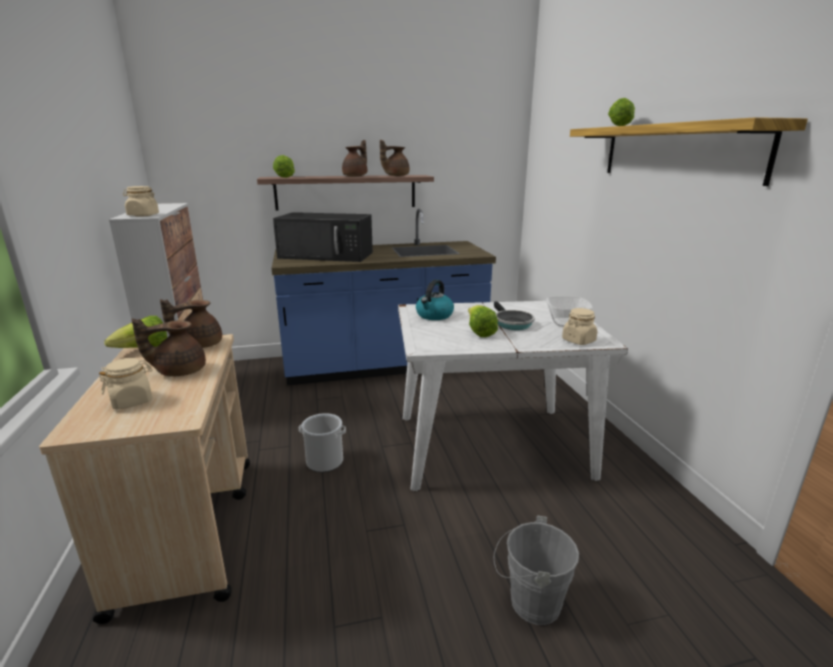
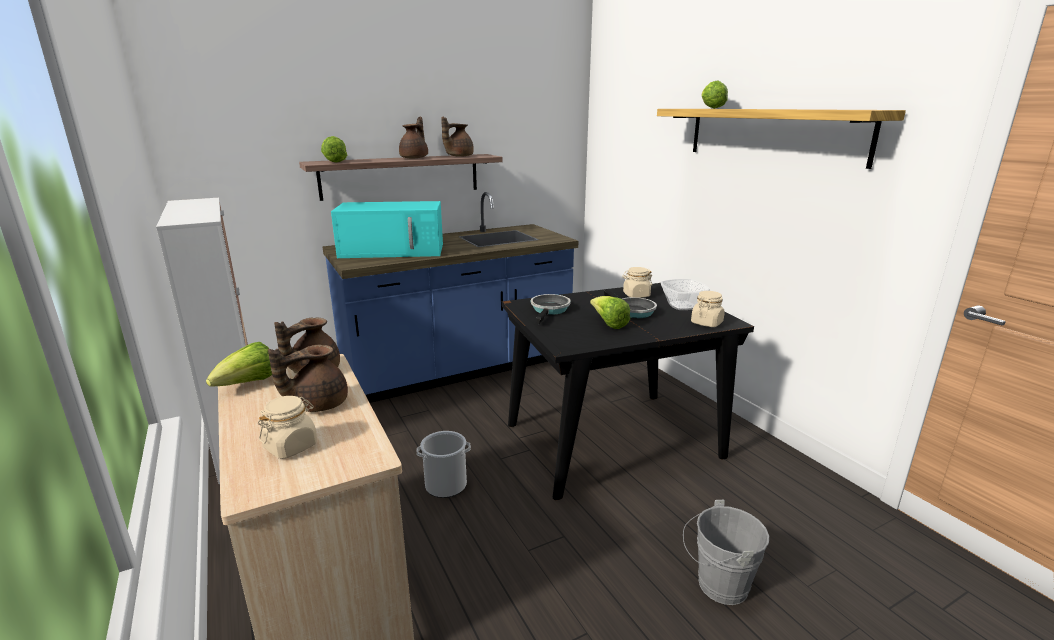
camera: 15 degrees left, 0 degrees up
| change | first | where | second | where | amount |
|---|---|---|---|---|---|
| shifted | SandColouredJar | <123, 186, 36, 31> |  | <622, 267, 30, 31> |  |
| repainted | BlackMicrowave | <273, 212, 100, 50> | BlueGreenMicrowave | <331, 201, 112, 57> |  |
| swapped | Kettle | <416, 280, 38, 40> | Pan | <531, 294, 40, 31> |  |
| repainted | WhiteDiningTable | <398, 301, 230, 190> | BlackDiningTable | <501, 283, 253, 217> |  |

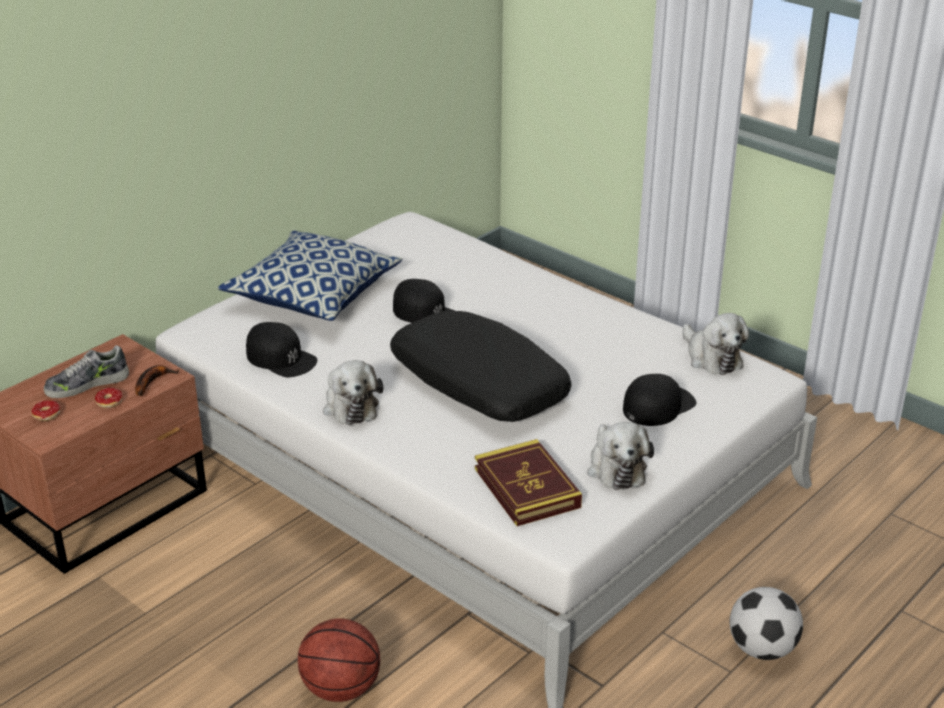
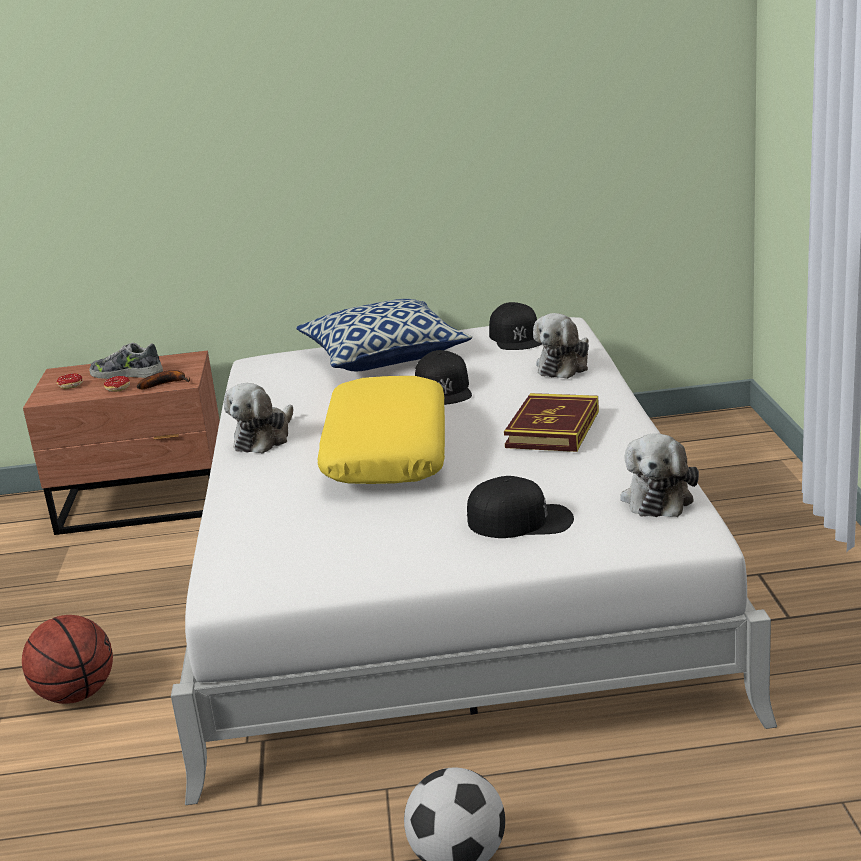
camera: 45 degrees right, 10 degrees down
| change | first | where | second | where | amount |
|---|---|---|---|---|---|
| repainted | BlackCushion | <390, 311, 181, 111> | YellowCushion | <317, 376, 128, 108> |  |
| shifted | BlackPeakedCap | <246, 322, 71, 55> |  | <489, 302, 53, 48> |  |
| shifted | SoftToy | <587, 422, 67, 68> |  | <533, 313, 56, 66> |  |
| shifted | BoundBook | <475, 439, 107, 87> |  | <504, 393, 95, 59> |  |

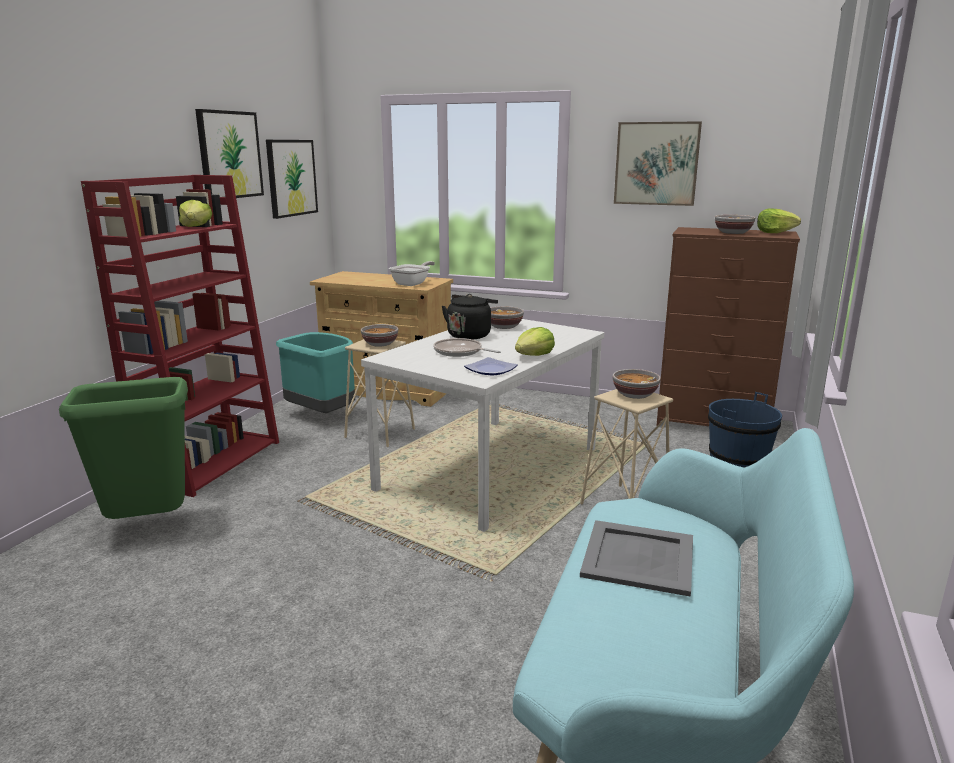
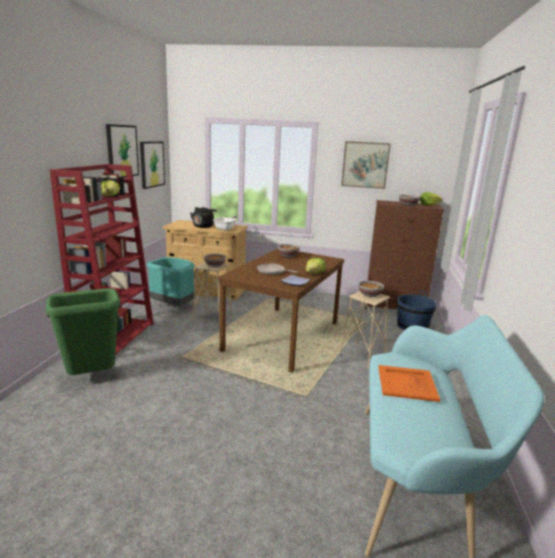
camera: 10 degrees left, 0 degrees up
| change | first | where | second | where | amount |
|---|---|---|---|---|---|
| shifted | BlackKettle | <442, 294, 56, 46> |  | <190, 207, 27, 21> |  |
| repainted | WhiteDiningTable | <361, 319, 243, 213> | BrownColouredDiningTable | <218, 249, 126, 124> |  |
| repainted | GreyishCarryingTray | <580, 520, 113, 77> | OrangeyCarryingTray | <378, 365, 62, 37> |  |

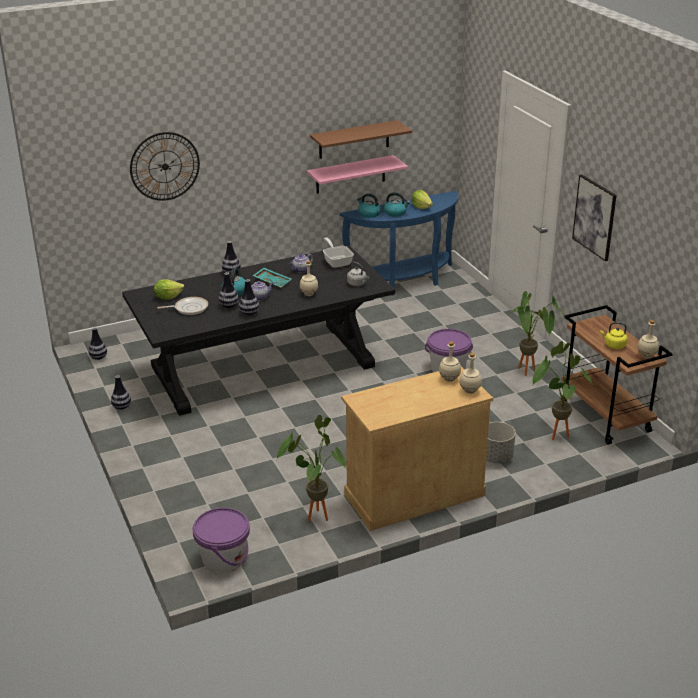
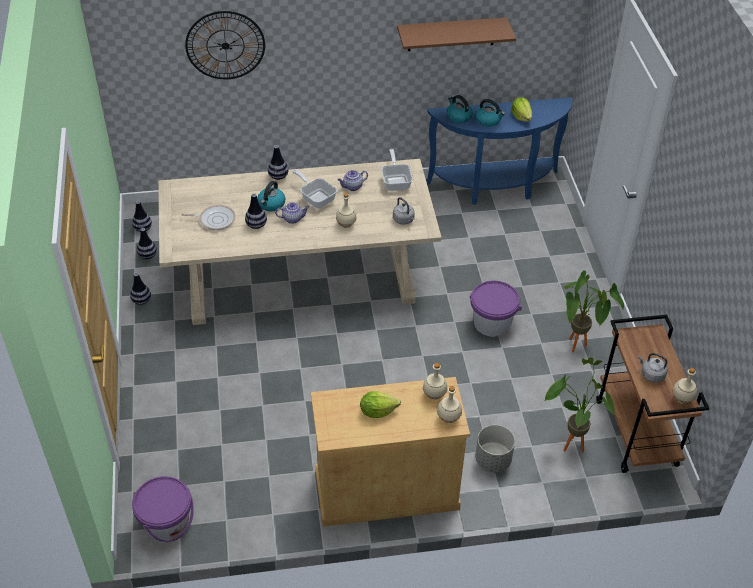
camera: 15 degrees right, 15 degrees up
| change | first | where | second | where | amount |
|---|---|---|---|---|---|
| gone | PinkColouredWallShelf | <307, 155, 101, 39> |  |  |  |
| gone | WallPicture | <572, 175, 45, 86> |  |  |  |
| repainted | BlackDiningTable | <122, 245, 273, 171> | SandColouredDiningTable | <158, 159, 284, 166> |  |
| swapped | BlueGreenCarryingTray | <253, 268, 38, 19> | Pan | <292, 170, 45, 38> |  |
| shifted | HeadOfLettuce | <154, 279, 30, 21> |  | <360, 391, 41, 27> |  |
| shifted | FlowerVase | <239, 279, 20, 37> |  | <137, 228, 20, 31> |  |
| repainted | YellowKettle | <600, 322, 28, 27> | GreyishKettle | <638, 353, 30, 30> |  |
| gone | Houseplant | <277, 415, 69, 107> |  |  |  |

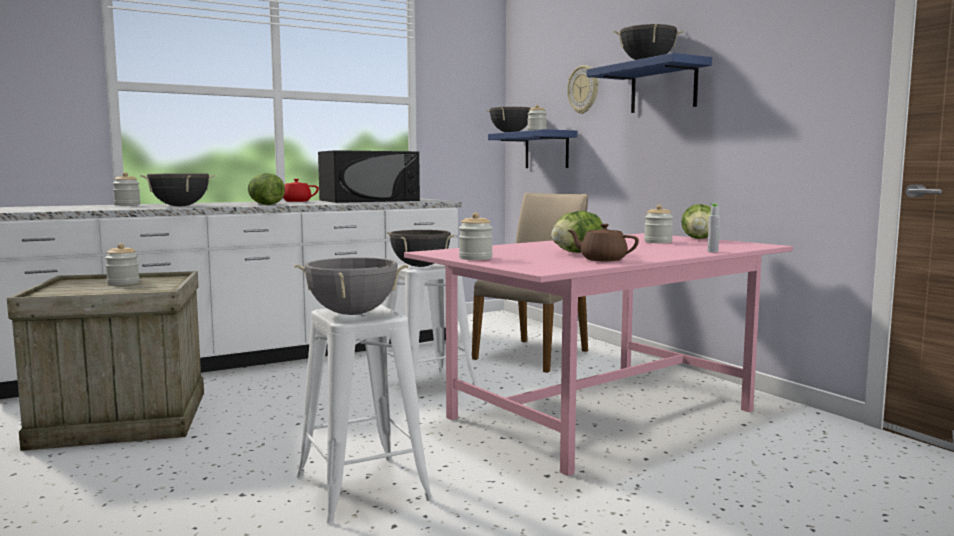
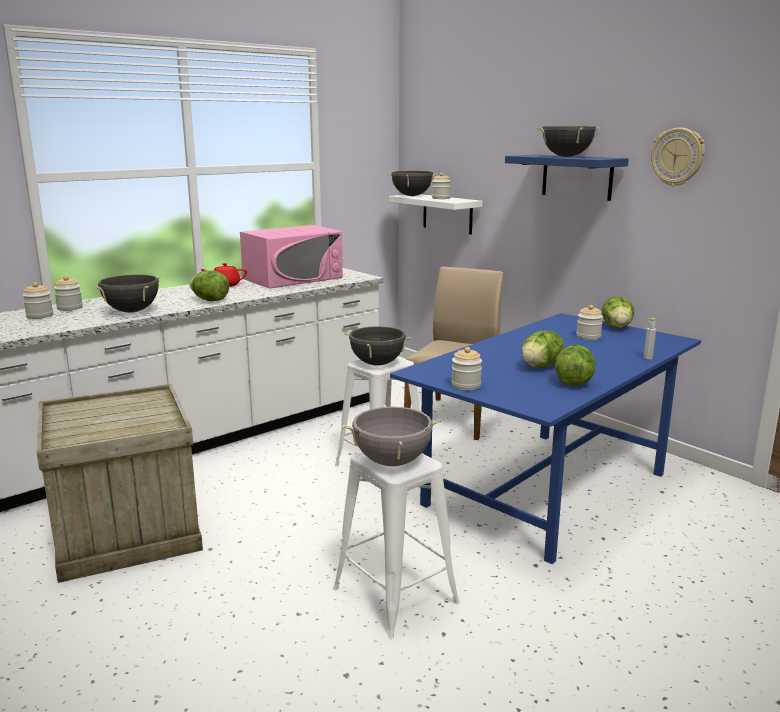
camera: 10 degrees left, 10 degrees up
| change | first | where | second | where | amount |
|---|---|---|---|---|---|
| shifted | HangingClock | <567, 65, 31, 49> |  | <651, 128, 54, 58> |  |
| repainted | BlueWallShelf | <488, 129, 89, 39> | WhiteWallShelf | <389, 194, 93, 41> |  |
| repainted | BlackMicrowave | <318, 150, 102, 53> | PinkColouredMicrowave | <240, 225, 103, 63> |  |
| swapped | BrownColouredTeaPot | <567, 224, 72, 37> | HeadOfLettuce | <555, 345, 40, 41> |  |
| repainted | PinkColouredDiningTable | <404, 233, 389, 243> | BlueDiningTable | <390, 313, 311, 251> |  |
| shifted | Jar | <105, 243, 34, 42> |  | <23, 282, 30, 37> |  |

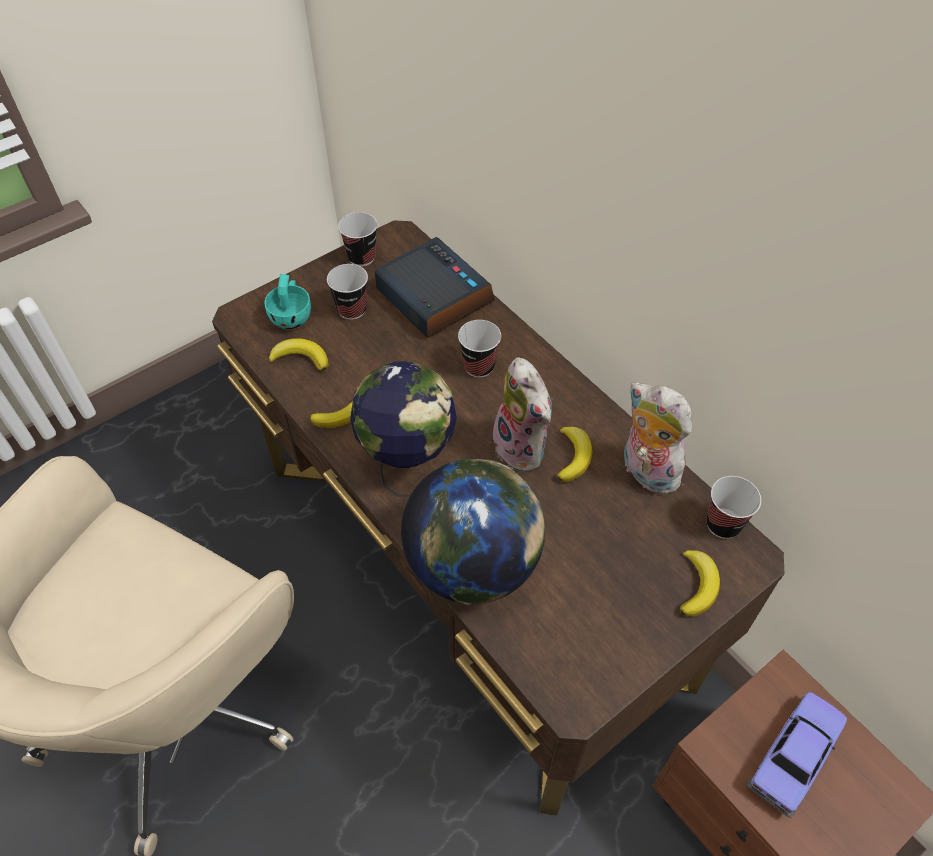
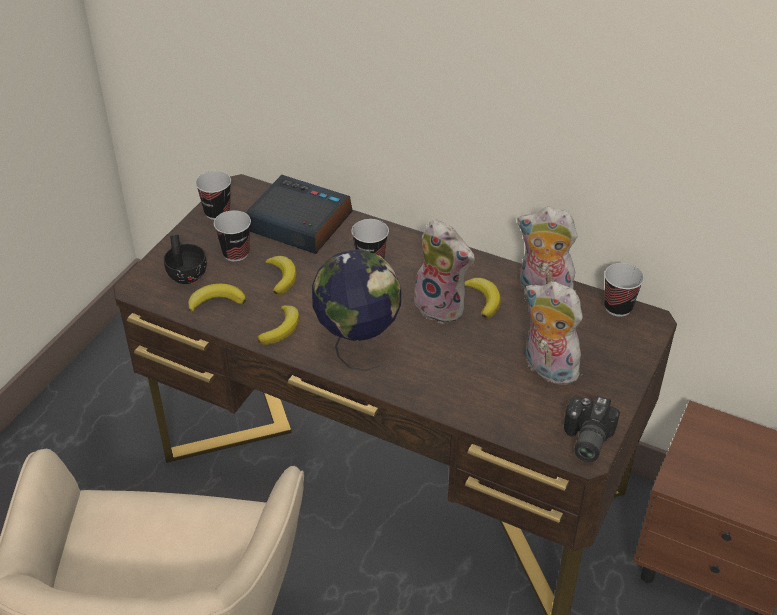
camera: 25 degrees left, 10 degrees down
| change | first | where | second | where | amount |
|---|---|---|---|---|---|
| repainted | BlueGreenCup | <264, 274, 47, 56> | BlackCup | <164, 235, 43, 49> |  |
| gone | Globe | <401, 459, 144, 146> |  |  |  |
| shifted | BananaFruit | <680, 550, 40, 67> |  | <265, 256, 32, 39> |  |
| gone | ToyCar | <747, 692, 100, 126> |  |  |  |
| new |  |  | SoftToy | <524, 281, 61, 104> |  |
| new |  |  | StillCamera | <564, 396, 56, 66> |  |

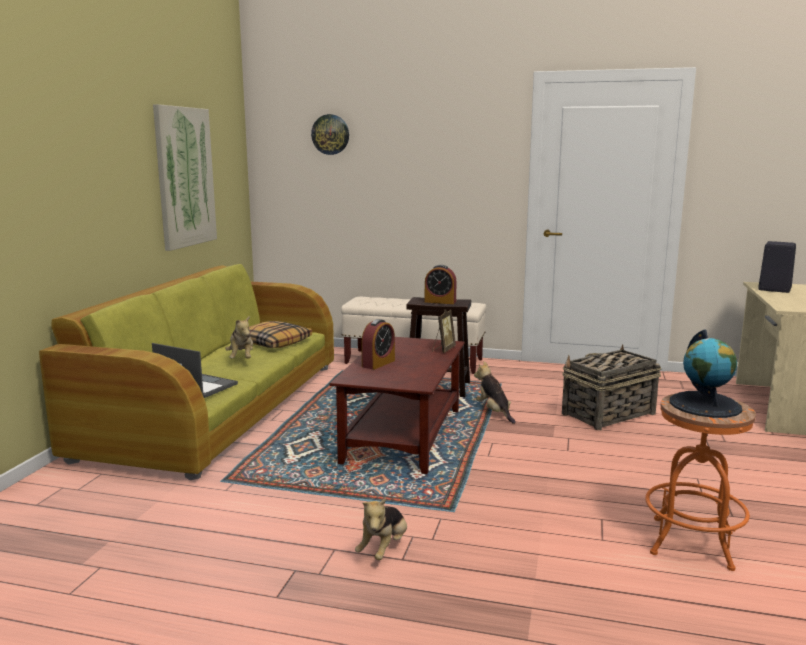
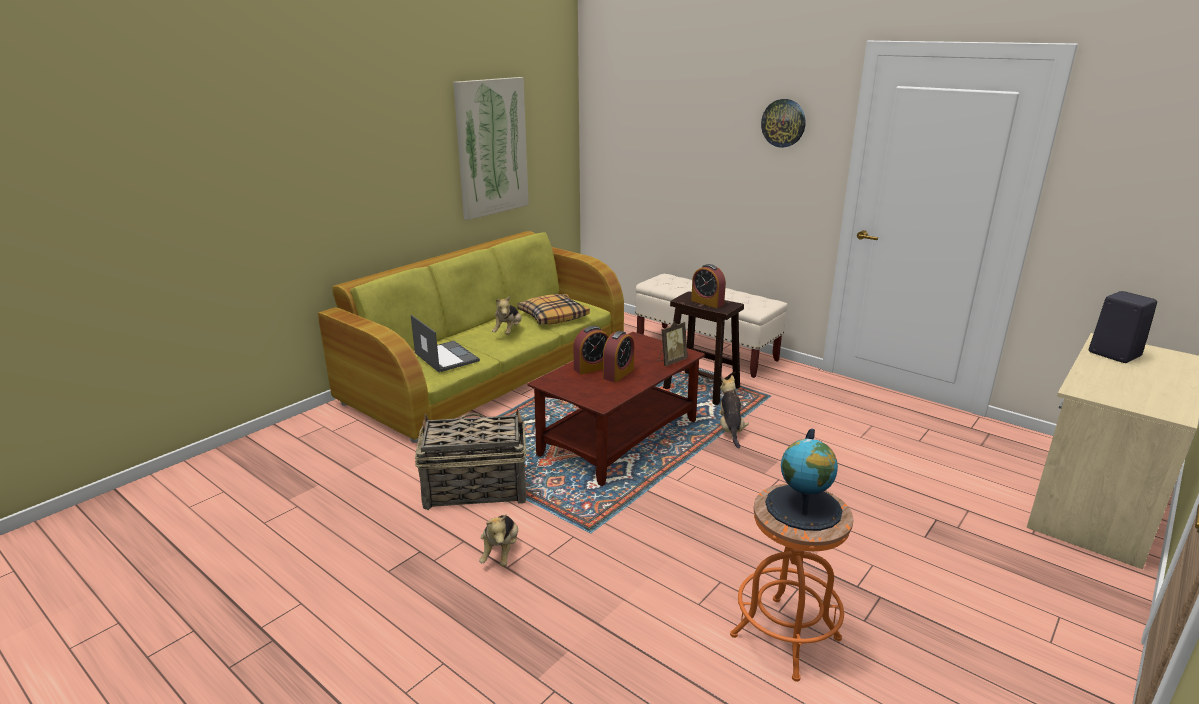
camera: 25 degrees right, 10 degrees up
| change | first | where | second | where | amount |
|---|---|---|---|---|---|
| shifted | HangingClock | <311, 114, 38, 41> |  | <761, 99, 45, 49> |  |
| shifted | StorageBasket | <562, 344, 99, 86> |  | <415, 409, 111, 101> |  |
| rotated | SoftToy | <355, 498, 52, 62> |  | <479, 514, 39, 53> | 45 degrees counterclockwise |
| new |  |  | BedsideClock | <603, 331, 31, 51> |  |

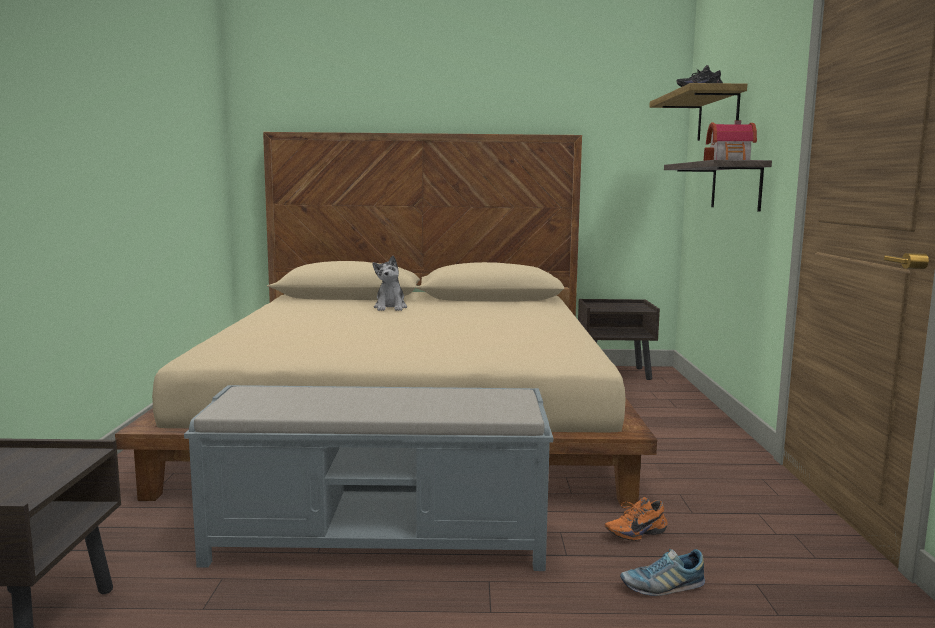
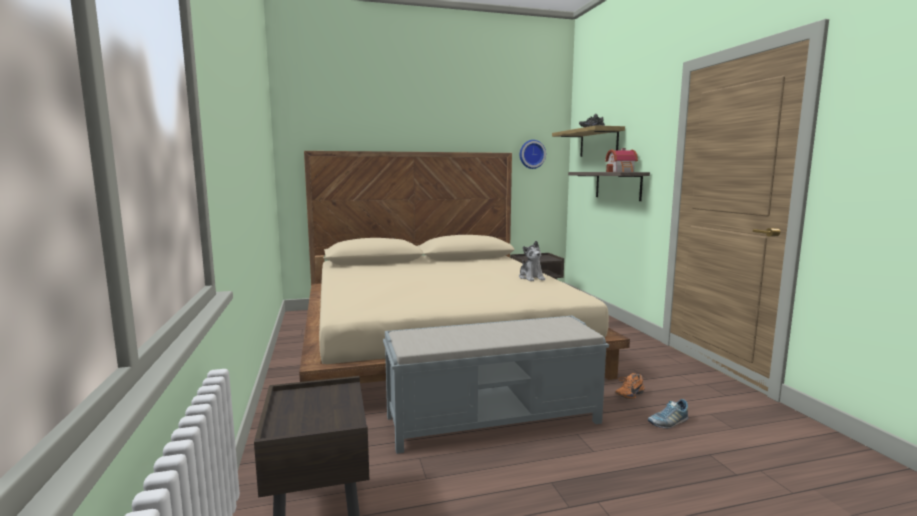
camera: 15 degrees left, 0 degrees up
| change | first | where | second | where | amount |
|---|---|---|---|---|---|
| shifted | SoftToy | <372, 256, 35, 55> |  | <519, 241, 26, 40> |  |
| new |  |  | HangingClock | <520, 140, 26, 29> |  |

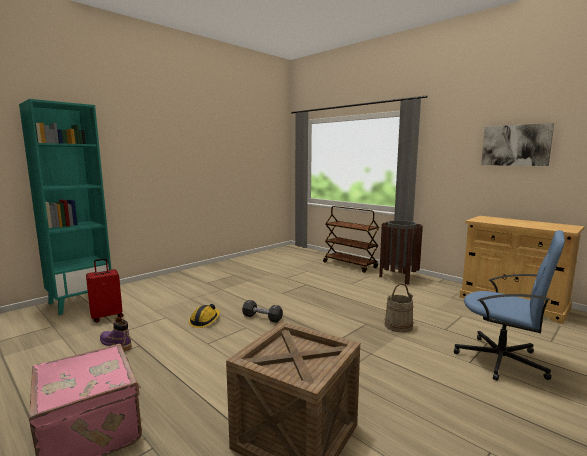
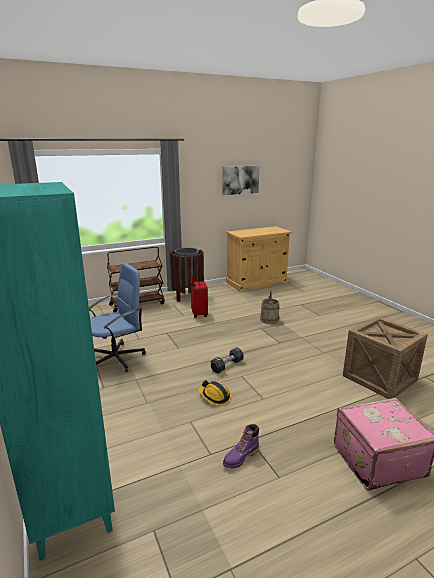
camera: 70 degrees left, 10 degrees up
| change | first | where | second | where | amount |
|---|---|---|---|---|---|
| shifted | BlueComputerChair | <454, 230, 111, 151> |  | <89, 262, 57, 110> |  |
| shifted | RedPieceOfLuggage | <86, 258, 37, 64> |  | <191, 275, 17, 43> |  |

